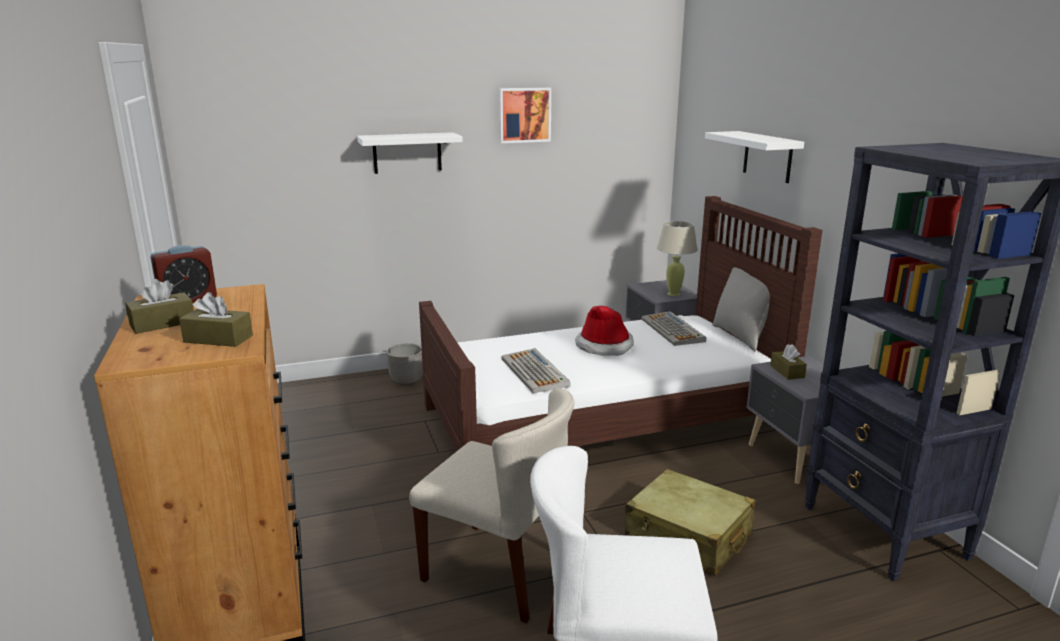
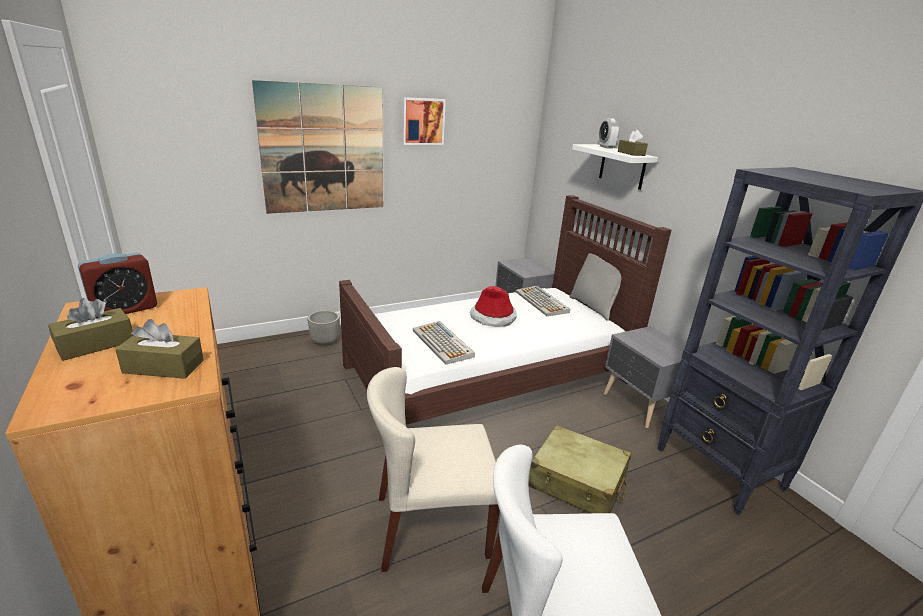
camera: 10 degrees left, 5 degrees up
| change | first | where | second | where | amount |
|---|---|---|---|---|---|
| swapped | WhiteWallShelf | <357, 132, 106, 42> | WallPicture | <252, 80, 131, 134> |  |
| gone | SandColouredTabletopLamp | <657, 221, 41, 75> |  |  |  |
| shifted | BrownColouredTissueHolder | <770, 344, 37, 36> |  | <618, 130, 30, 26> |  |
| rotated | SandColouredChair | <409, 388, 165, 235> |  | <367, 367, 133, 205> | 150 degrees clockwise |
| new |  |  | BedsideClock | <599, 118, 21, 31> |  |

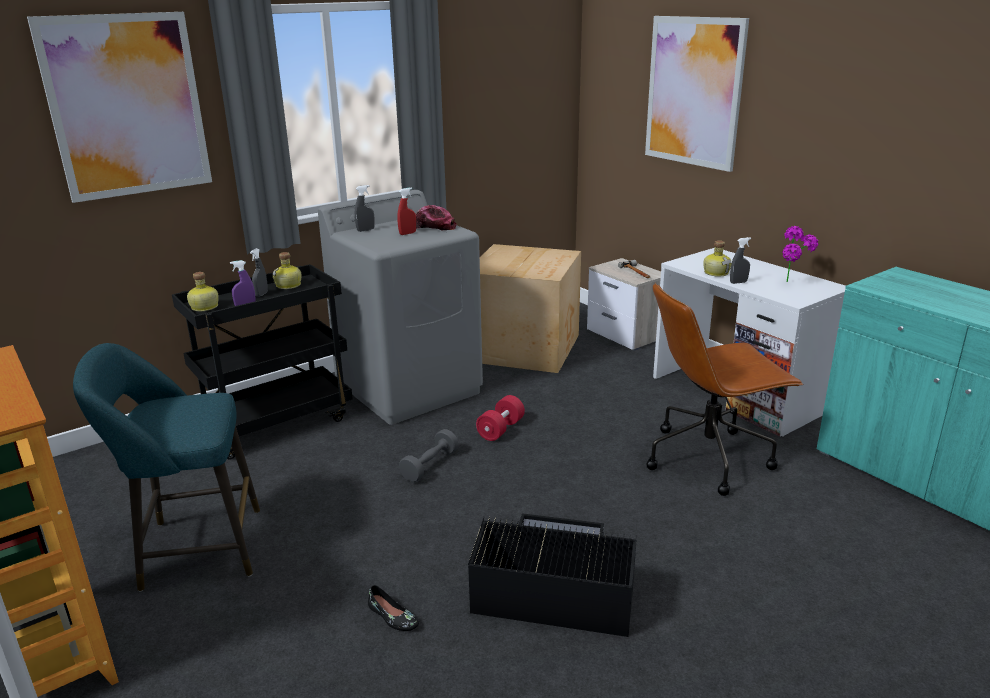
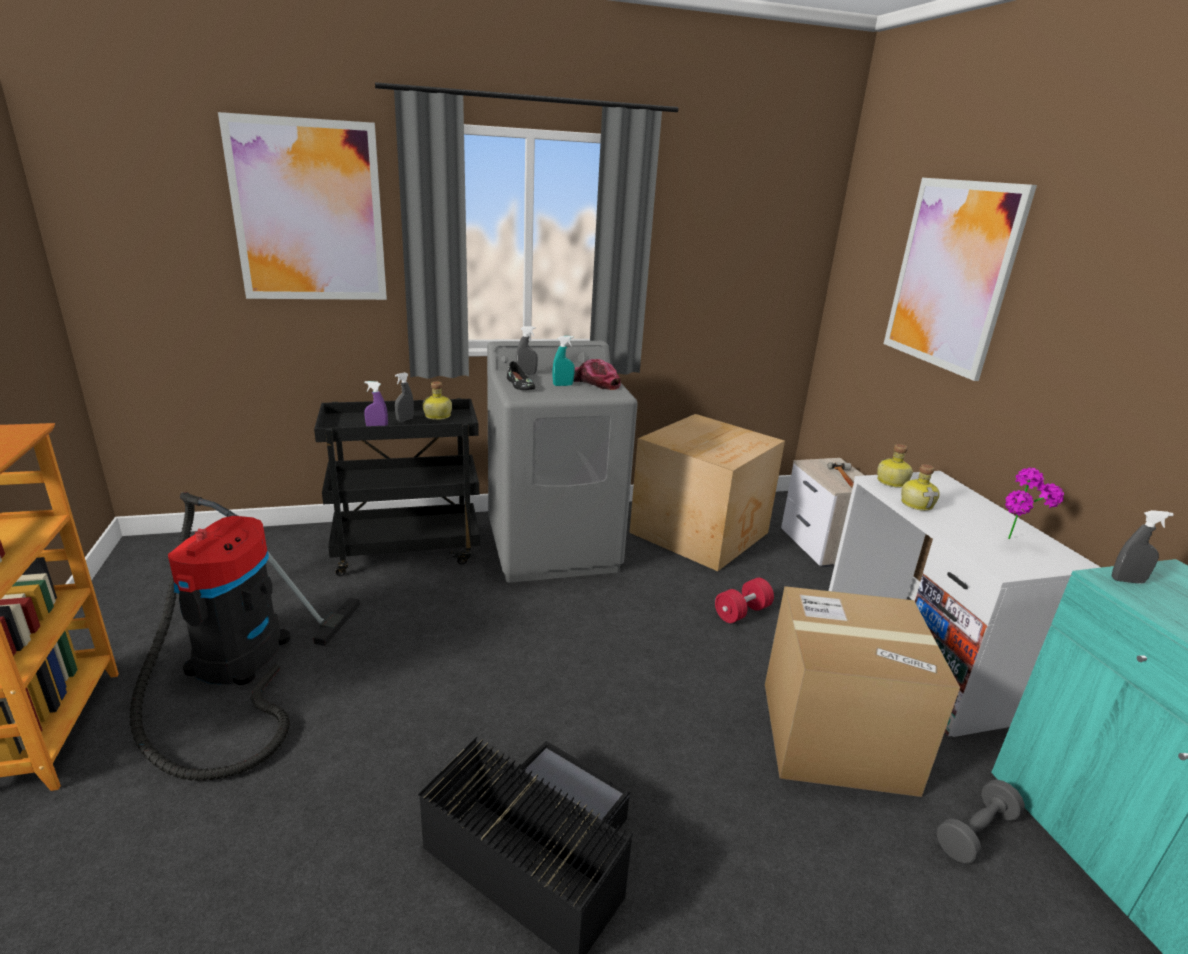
camera: 20 degrees right, 0 degrees up
| change | first | where | second | where | amount |
|---|---|---|---|---|---|
| repainted | RedHandSprayer | <397, 187, 19, 48> | BlueGreenHandSprayer | <552, 336, 23, 50> |  |
| shifted | GreyishHandSprayer | <730, 237, 21, 47> |  | <1112, 510, 62, 74> |  |
| shifted | BeverageBottle | <187, 272, 32, 39> |  | <877, 444, 36, 44> |  |
| swapped | BrownColouredComputerChair | <647, 283, 156, 213> | CardboardBox | <765, 586, 195, 211> |  |
| swapped | BlueGreenStool | <73, 343, 187, 248> | Vacuum | <129, 492, 231, 289> |  |
| shifted | RedFreeWeight | <476, 395, 49, 46> |  | <715, 578, 59, 45> |  |
| shifted | GreyishFreeWeight | <399, 429, 60, 53> |  | <936, 779, 89, 85> |  |
| shifted | BlackShoe | <368, 585, 51, 46> |  | <507, 361, 28, 29> |  |

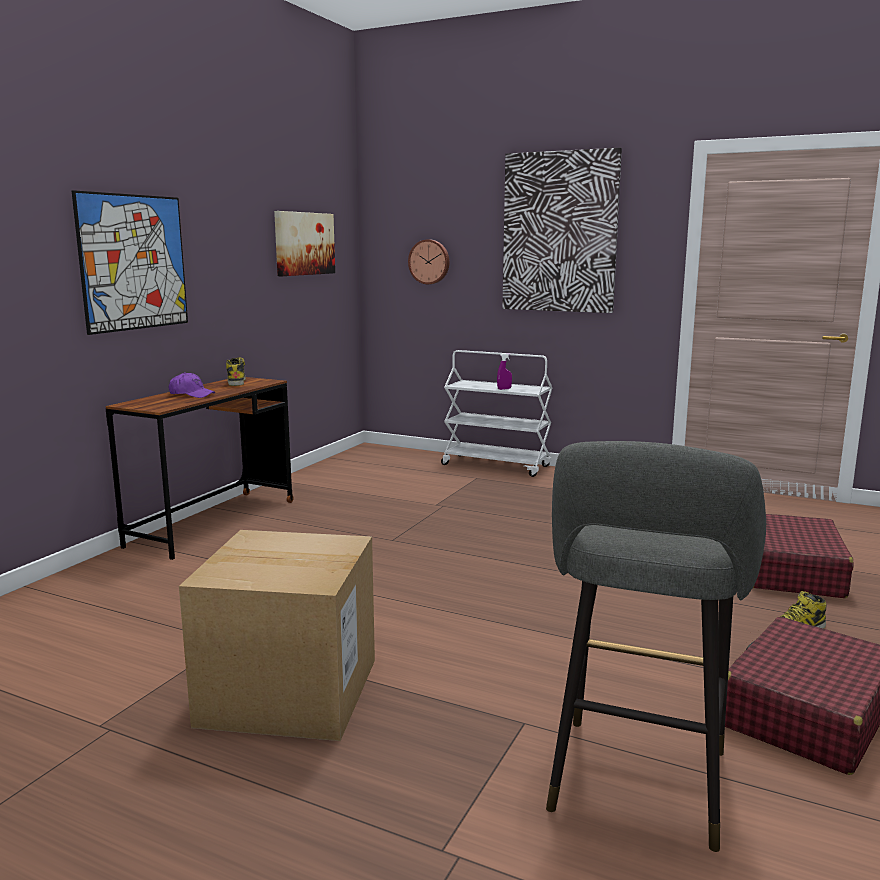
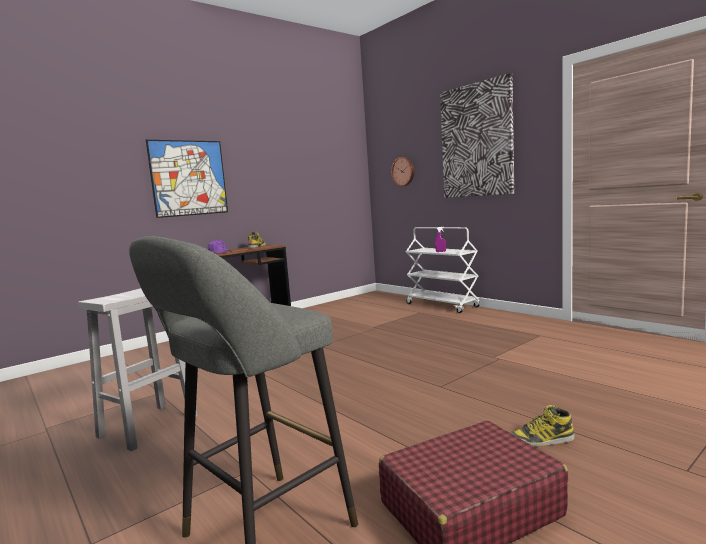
camera: 25 degrees right, 5 degrees down
| change | first | where | second | where | amount |
|---|---|---|---|---|---|
| gone | WallPicture | <274, 211, 61, 65> |  |  |  |
| gone | RedPieceOfLuggage | <753, 514, 100, 84> |  |  |  |
| swapped | CardboardBox | <179, 530, 196, 211> | WhiteStool | <78, 288, 120, 163> |  |

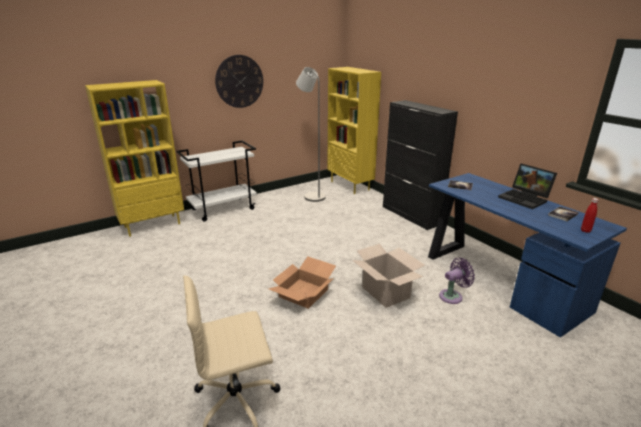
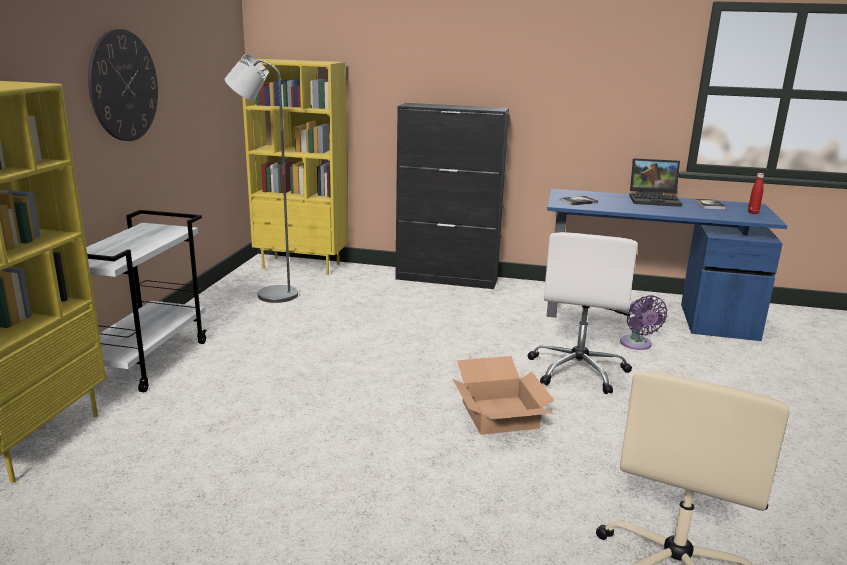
camera: 45 degrees left, 5 degrees down
| change | first | where | second | where | amount |
|---|---|---|---|---|---|
| swapped | CardboardBox | <352, 244, 73, 64> | WhiteComputerChair | <527, 232, 111, 162> |  |
| rotated | PurpleColouredCoolingFan | <439, 258, 36, 46> |  | <620, 295, 47, 55> | 150 degrees clockwise |

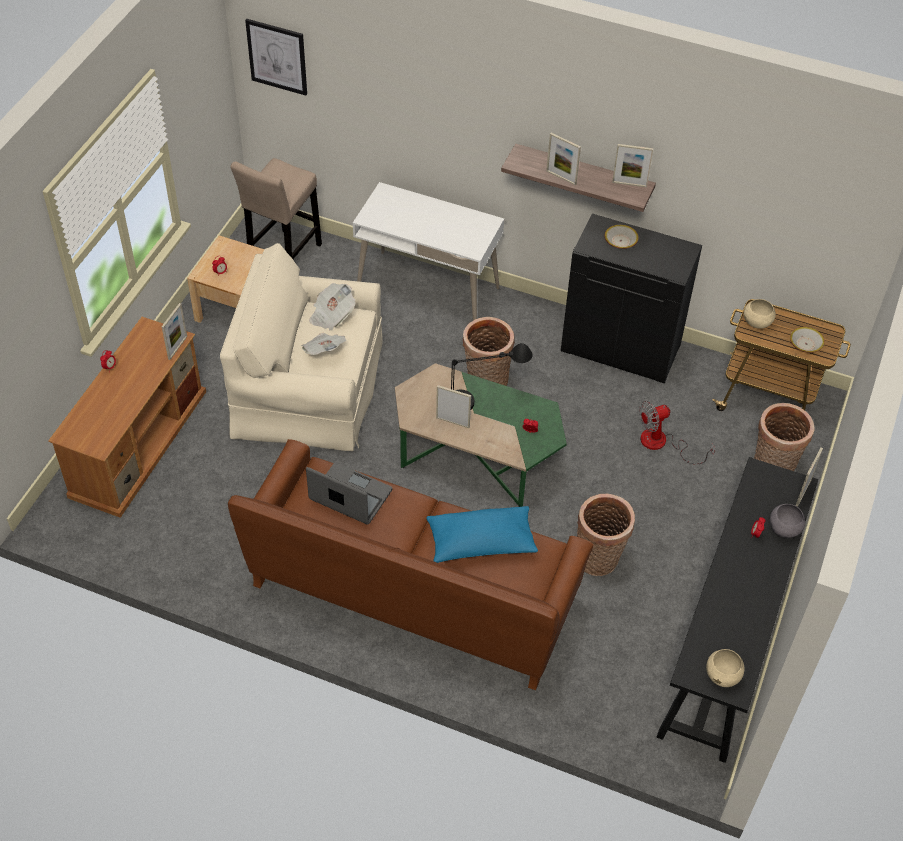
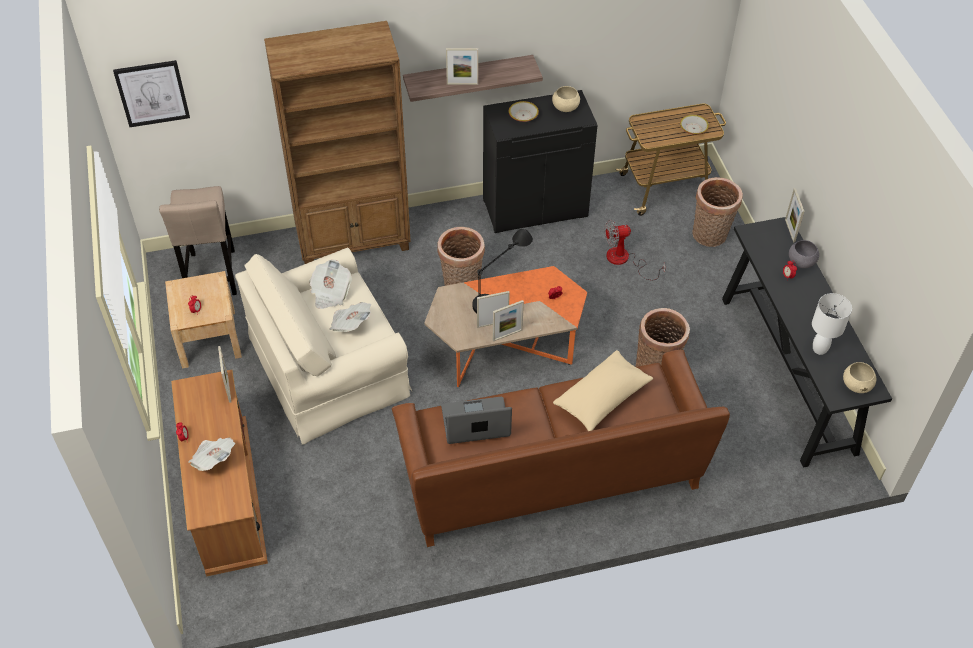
camera: 35 degrees left, 0 degrees up
| change | first | where | second | where | amount |
|---|---|---|---|---|---|
| shifted | StandingFrame | <612, 144, 41, 43> |  | <493, 300, 31, 42> |  |
| swapped | WhiteDesk | <353, 182, 151, 138> | BrownColouredBookcase | <264, 21, 147, 243> |  |
| shifted | SandColouredServingBowl | <744, 299, 32, 30> |  | <552, 86, 28, 26> |  |
| repainted | GreenishCoffeeTable | <395, 363, 172, 144> | OrangeyCoffeeTable | <424, 266, 163, 121> |  |
| rotated | CoolingFan | <639, 401, 76, 63> |  | <605, 219, 61, 61> | 45 degrees clockwise |
| repainted | BlueCushion | <426, 506, 112, 57> | SandColouredCushion | <553, 350, 100, 81> |  |
| new |  |  | WhiteTabletopLamp | <812, 293, 40, 62> |  |
| new |  |  | PrintedPaper | <188, 437, 47, 34> |  |

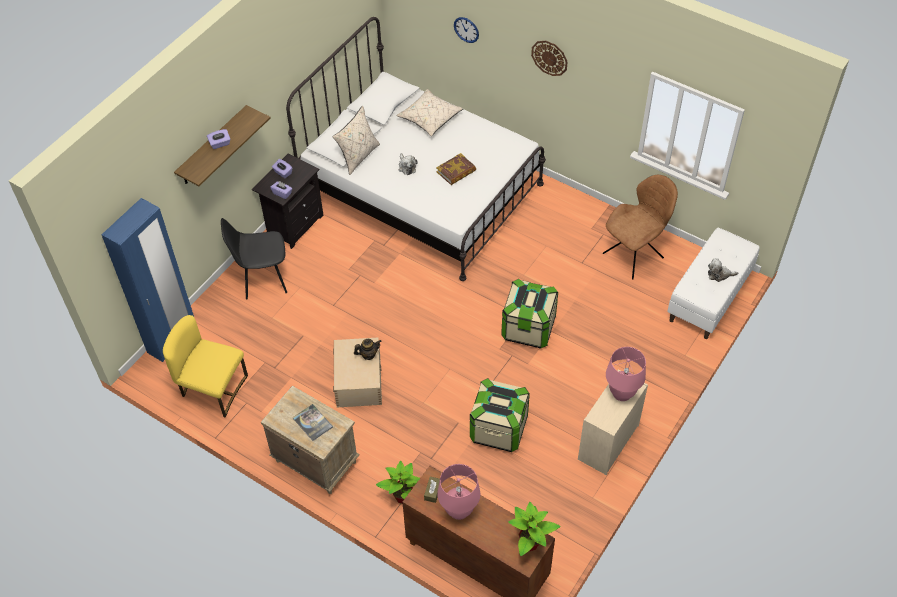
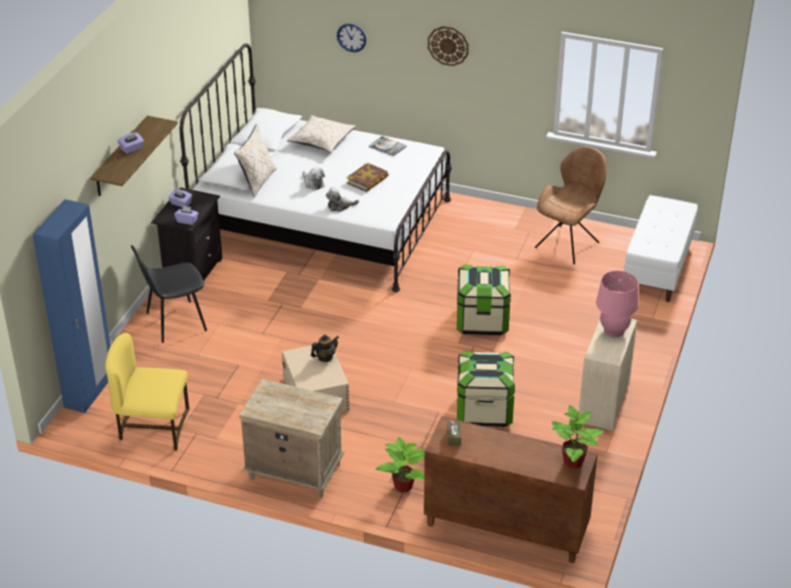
camera: 15 degrees left, 15 degrees down
| change | first | where | second | where | amount |
|---|---|---|---|---|---|
| shifted | SoftToy | <708, 258, 30, 24> |  | <326, 187, 33, 25> |  |
| shifted | BoundBook | <293, 404, 40, 37> |  | <369, 136, 38, 20> |  |
| gone | PinkColouredTabletopLamp | <437, 464, 43, 56> |  |  |  |

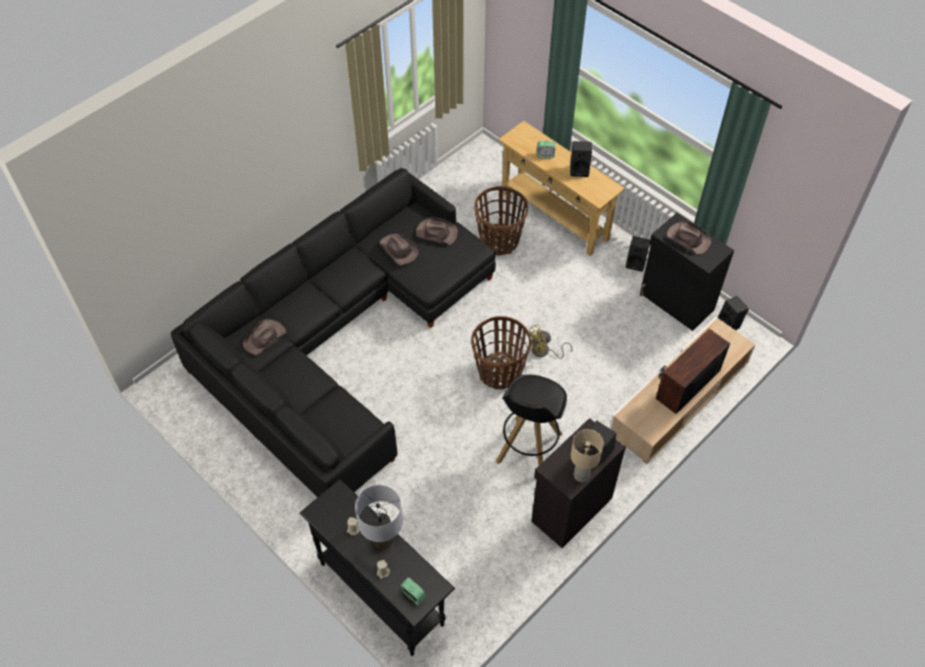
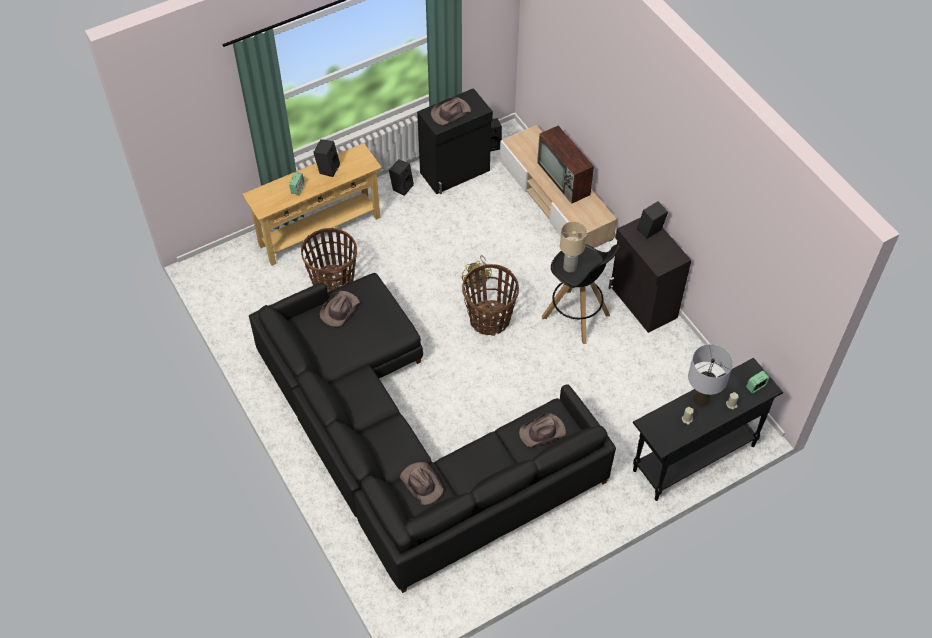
camera: 75 degrees left, 0 degrees up
| change | first | where | second | where | amount |
|---|---|---|---|---|---|
| shifted | BrownColouredWearableHat | <380, 234, 38, 31> |  | <519, 413, 47, 34> |  |
| shifted | SandColouredTabletopLamp | <570, 429, 34, 53> |  | <560, 221, 27, 52> |  |

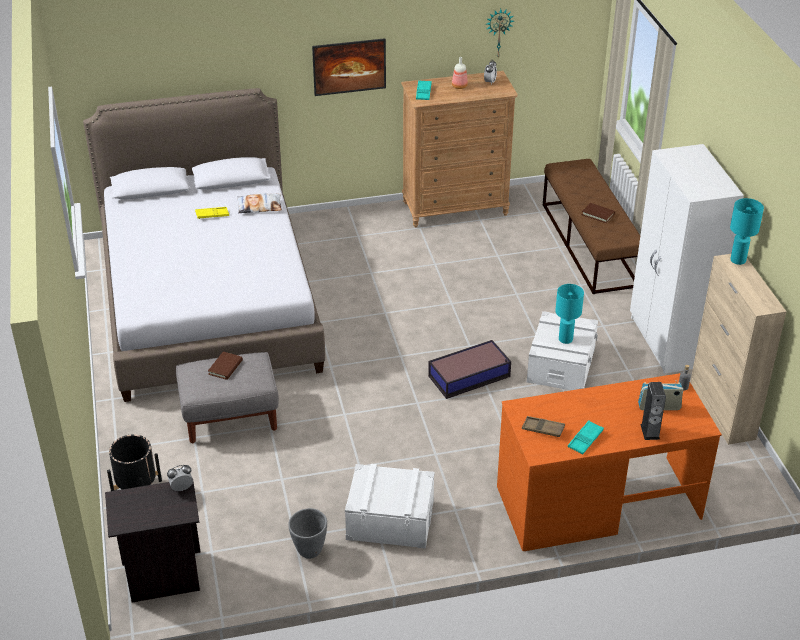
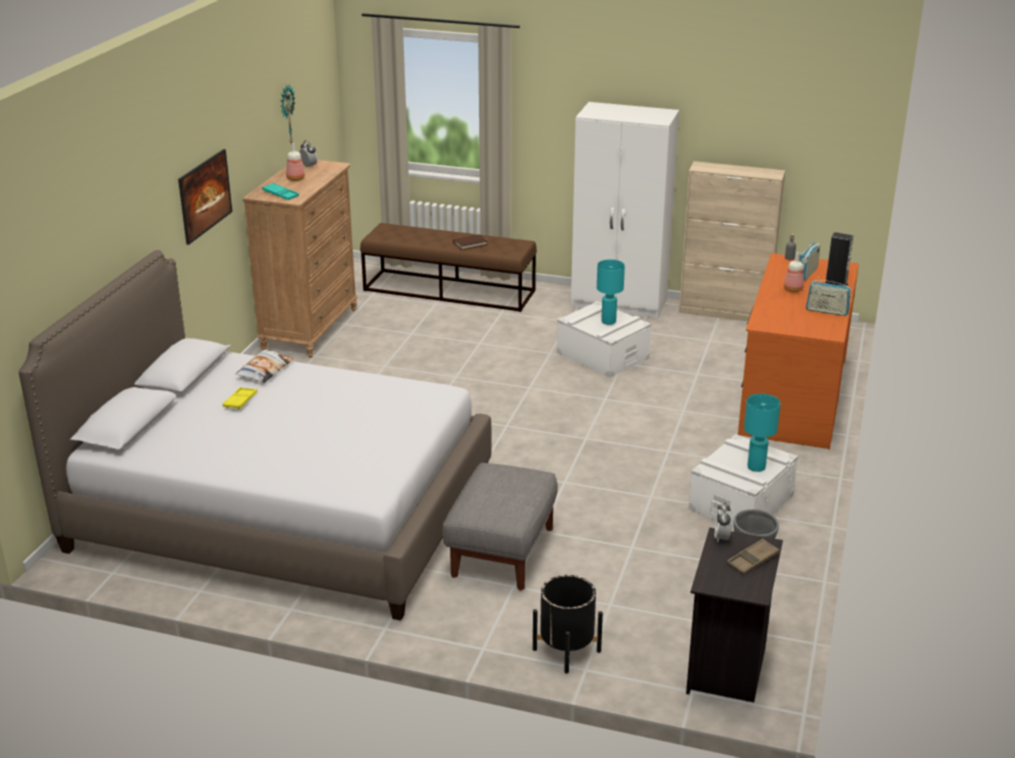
camera: 60 degrees left, 10 degrees down
| change | first | where | second | where | amount |
|---|---|---|---|---|---|
| shifted | BlueGreenTabletopLamp | <730, 198, 34, 67> |  | <744, 394, 37, 78> |  |
| gone | StorageContainer | <428, 340, 83, 59> |  |  |  |
| gone | BrownColouredBoundBook | <208, 352, 35, 28> |  |  |  |
| shifted | BrownColouredCarryingTray | <522, 416, 43, 21> |  | <727, 539, 53, 36> |  |
| swapped | BlueGreenCarryingTray | <568, 421, 36, 33> | Radio | <806, 277, 45, 39> |  |
| new |  |  | BeverageBottle | <784, 252, 20, 40> |  |

